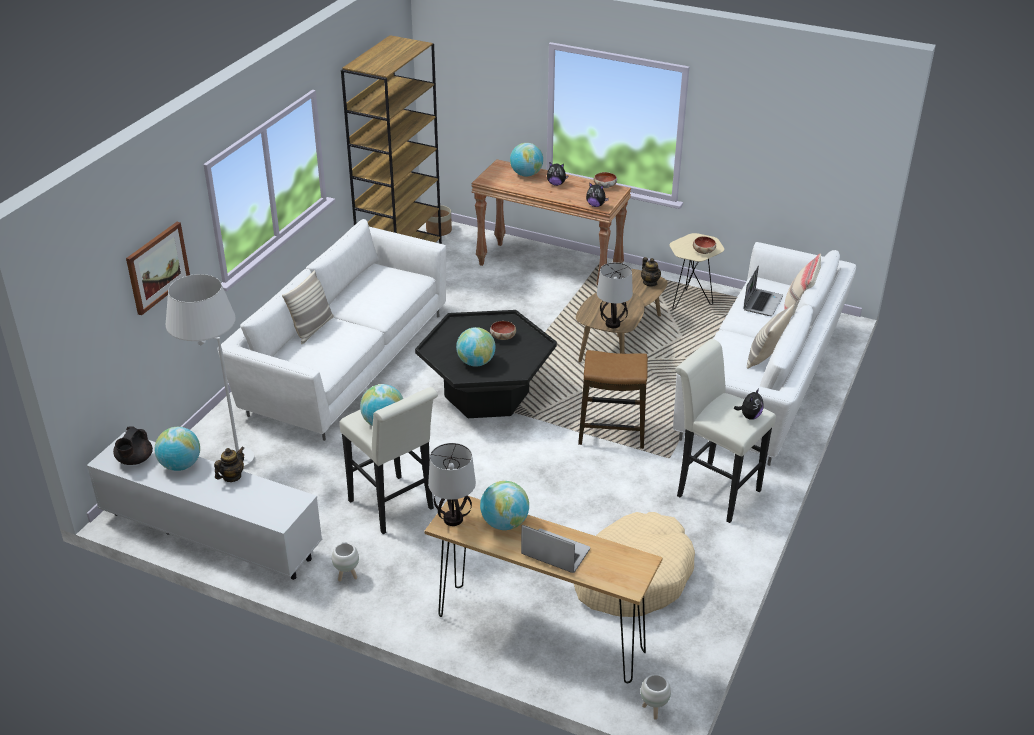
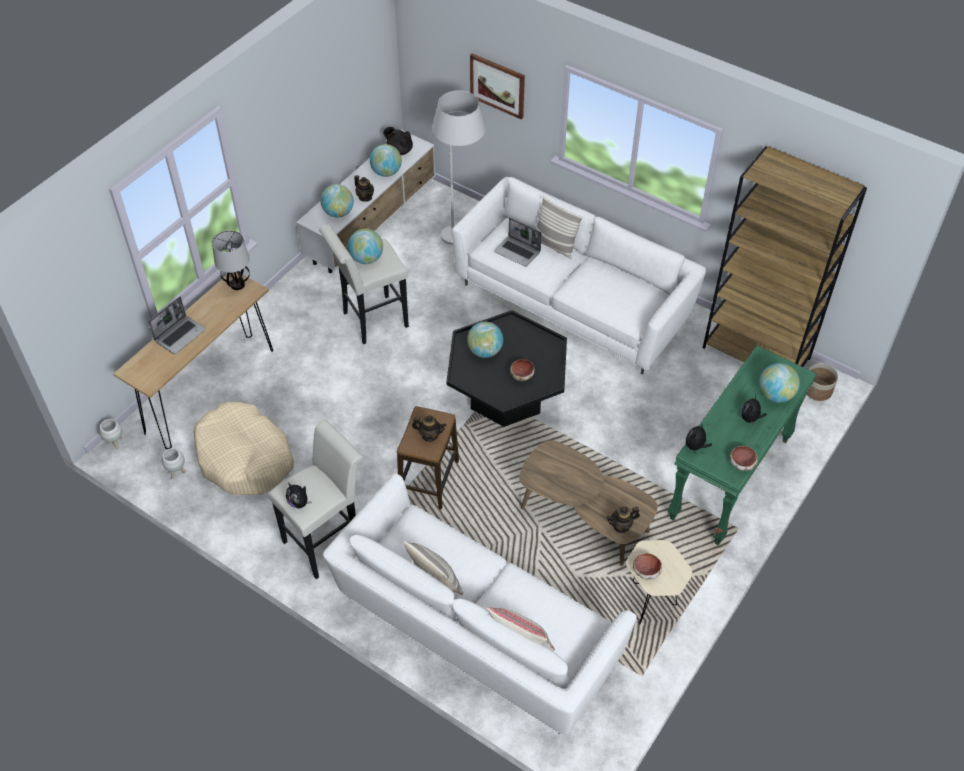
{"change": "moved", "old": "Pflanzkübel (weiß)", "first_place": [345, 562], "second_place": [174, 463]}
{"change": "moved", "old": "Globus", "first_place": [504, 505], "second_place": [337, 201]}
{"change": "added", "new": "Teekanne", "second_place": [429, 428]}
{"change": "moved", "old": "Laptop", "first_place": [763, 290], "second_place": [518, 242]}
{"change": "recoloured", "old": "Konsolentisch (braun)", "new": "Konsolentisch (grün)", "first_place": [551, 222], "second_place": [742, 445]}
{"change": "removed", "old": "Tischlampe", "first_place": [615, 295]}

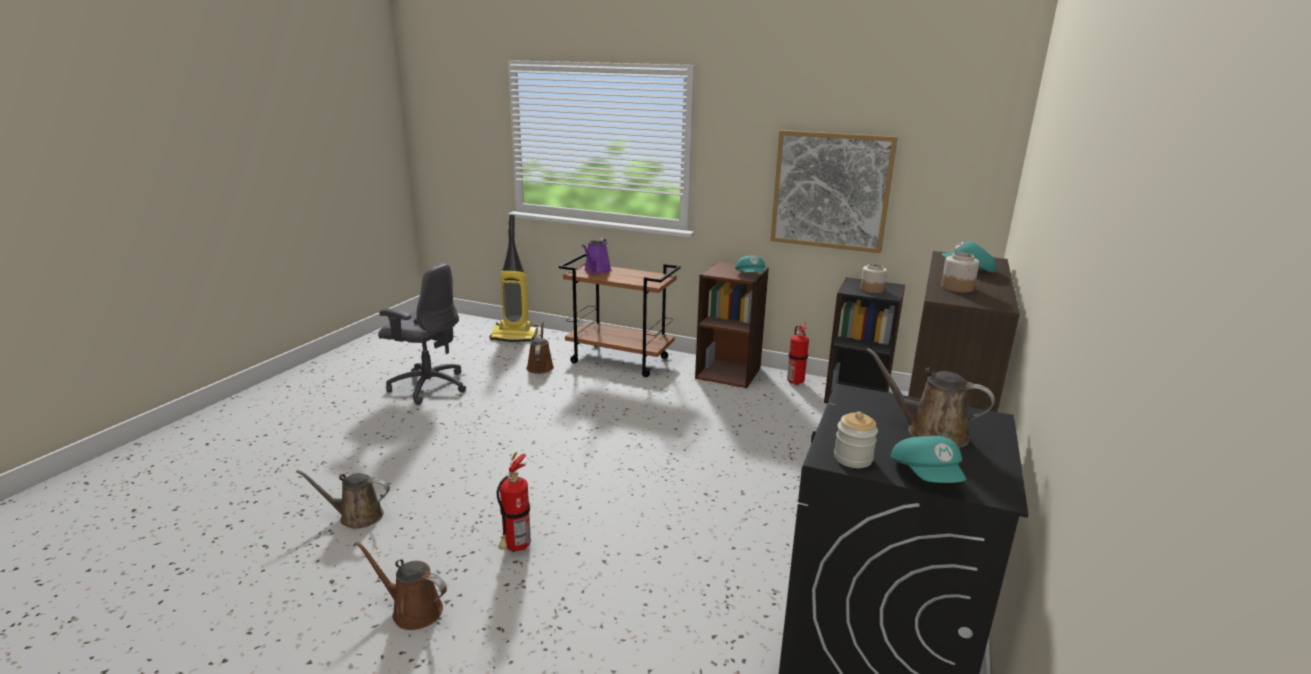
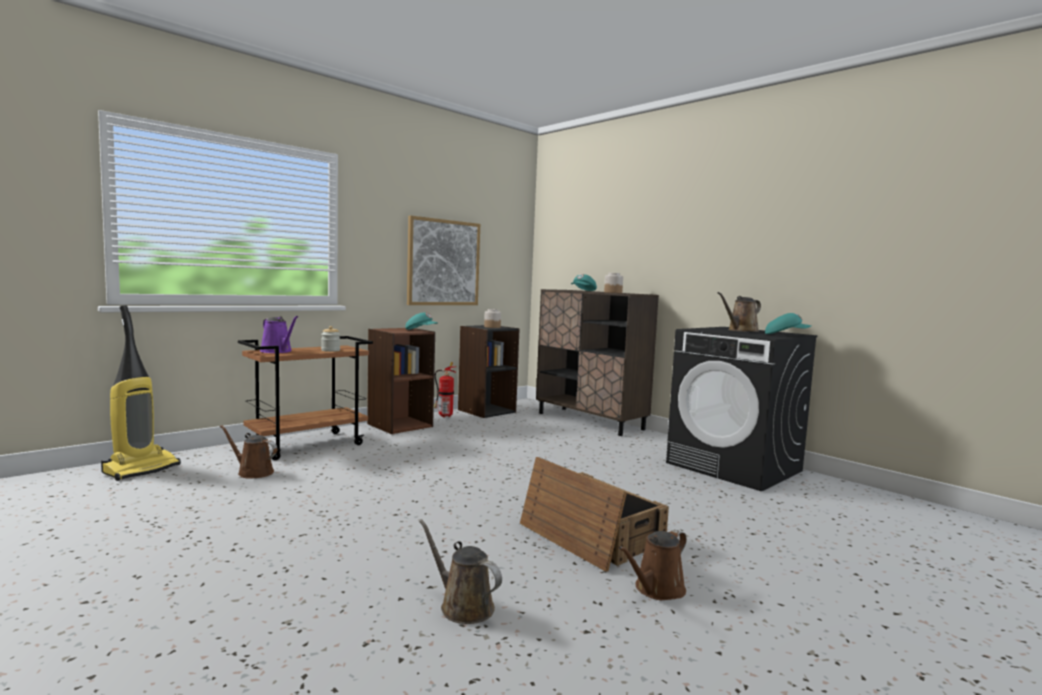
{"change": "moved", "old": "Vorratsglas", "first_place": [856, 440], "second_place": [330, 339]}
{"change": "turned", "old": "Gießkanne (braun)", "first_place": [343, 499], "second_place": [460, 571], "degrees": 105}
{"change": "replaced", "old": "Feuerlöscher", "new": "Kiste", "first_place": [514, 502], "second_place": [594, 514]}
{"change": "removed", "old": "Bürostuhl (grau)", "first_place": [422, 334]}

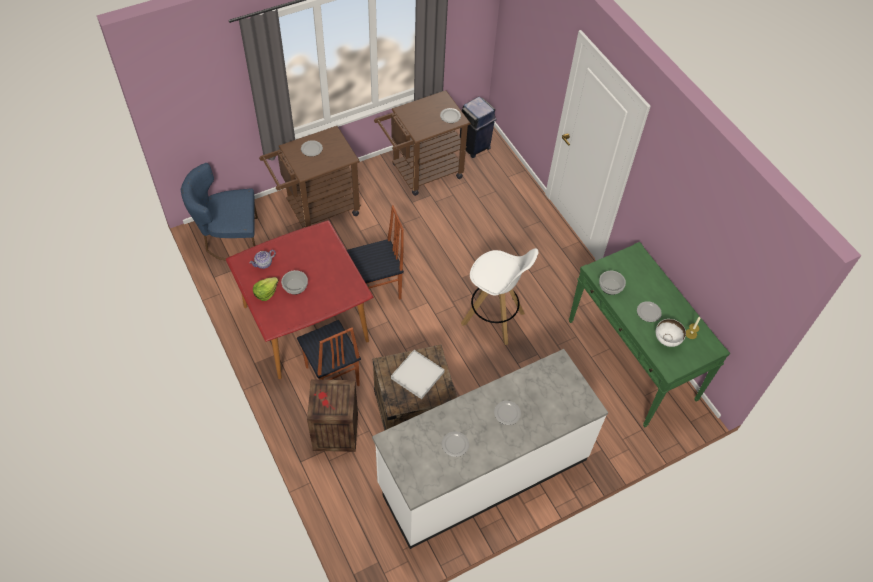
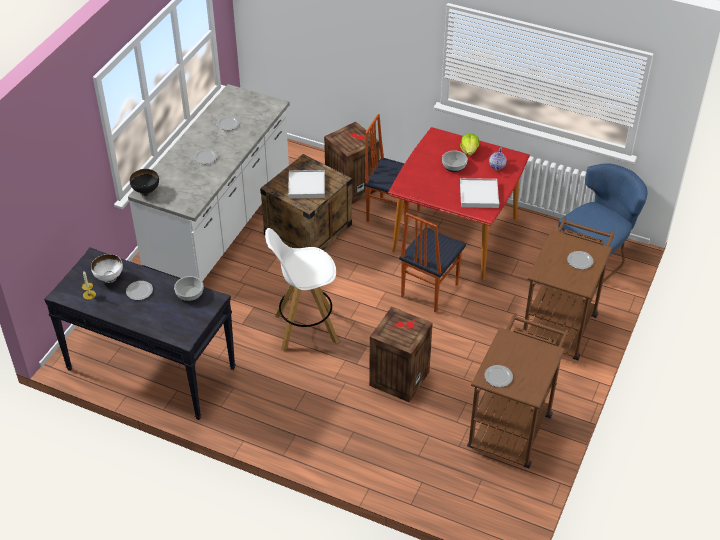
{"change": "recoloured", "old": "Konsolentisch (grün)", "new": "Konsolentisch (schwarz)", "first_place": [649, 334], "second_place": [139, 333]}
{"change": "added", "new": "Schüssel (schwarz)", "second_place": [144, 182]}
{"change": "added", "new": "Kiste", "second_place": [401, 354]}
{"change": "added", "new": "Tablett (weiß)", "second_place": [479, 193]}
{"change": "removed", "old": "Mülleimer (blau)", "first_place": [478, 127]}

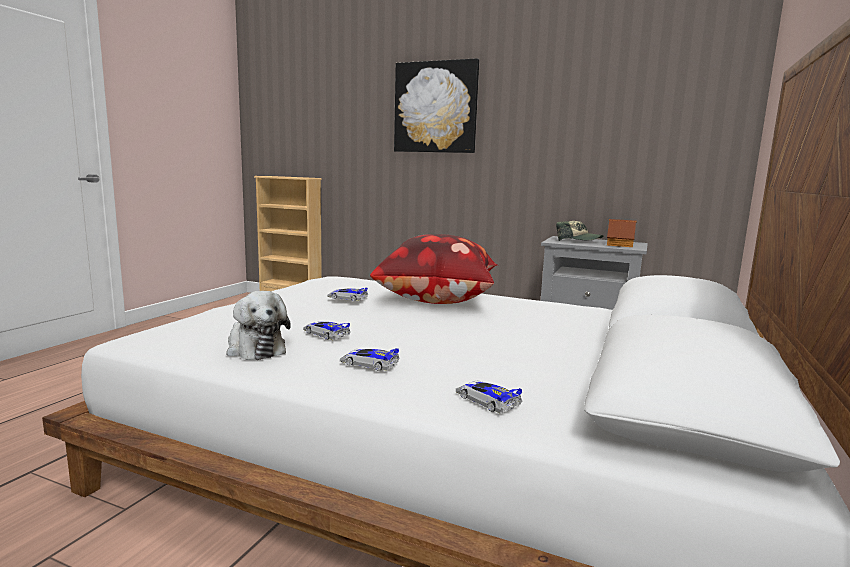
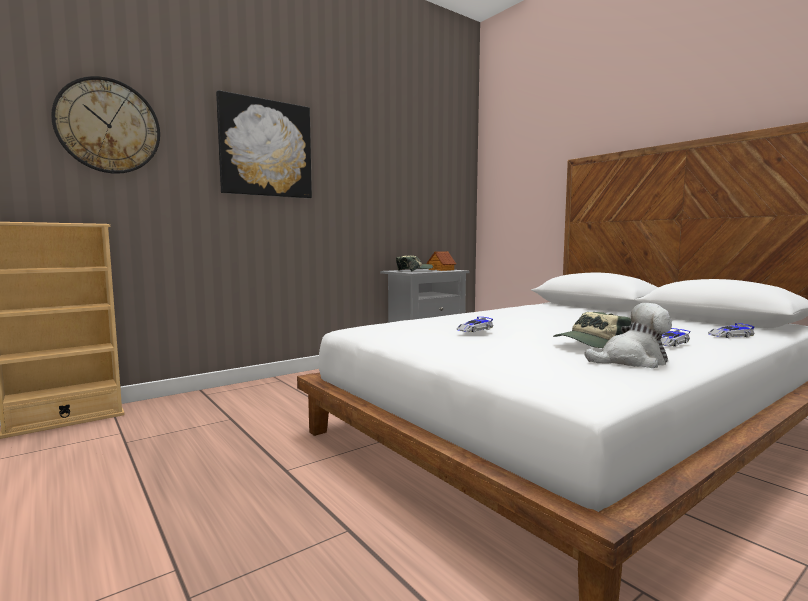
{"change": "added", "new": "Wanduhr", "second_place": [105, 125]}
{"change": "replaced", "old": "Spielzeugauto", "new": "Kappe", "first_place": [327, 330], "second_place": [592, 330]}
{"change": "removed", "old": "Kissen", "first_place": [433, 269]}

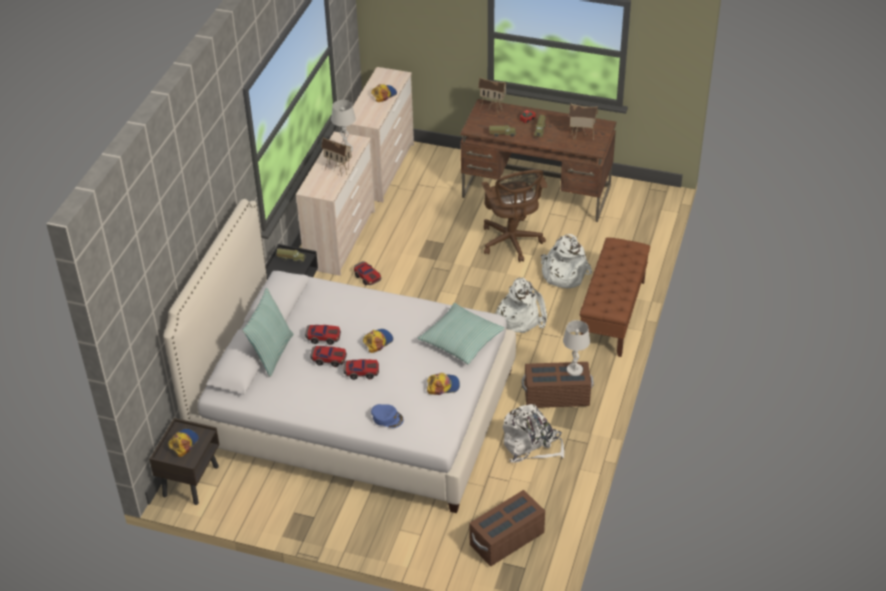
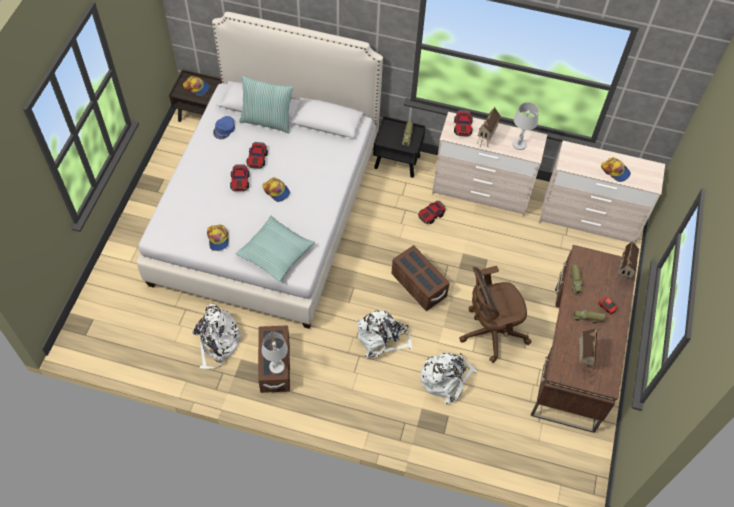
{"change": "moved", "old": "Kappe (blau)", "first_place": [387, 416], "second_place": [224, 127]}
{"change": "moved", "old": "Aufbewahrungsbox (braun)", "first_place": [507, 528], "second_place": [420, 278]}
{"change": "moved", "old": "Spielzeugauto", "first_place": [323, 335], "second_place": [463, 123]}
{"change": "removed", "old": "Bank (braun)", "first_place": [615, 297]}

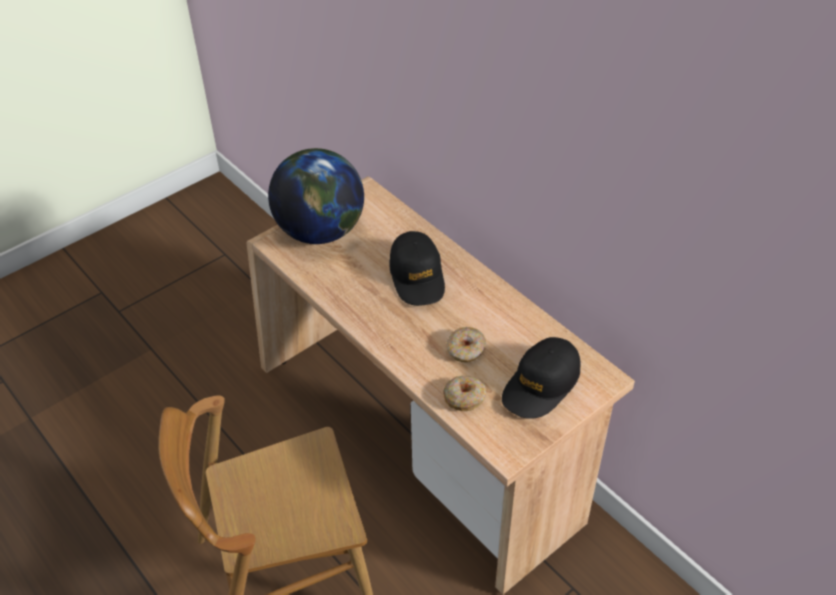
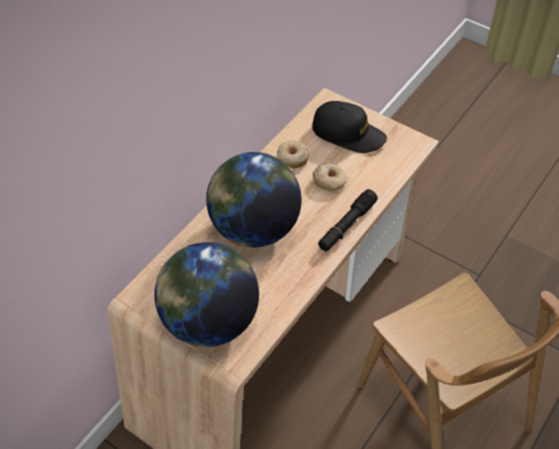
{"change": "replaced", "old": "Kappe (schwarz)", "new": "Globus", "first_place": [417, 268], "second_place": [254, 199]}
{"change": "moved", "old": "Donut", "first_place": [464, 393], "second_place": [293, 155]}
{"change": "added", "new": "Taschenlampe (schwarz)", "second_place": [348, 220]}

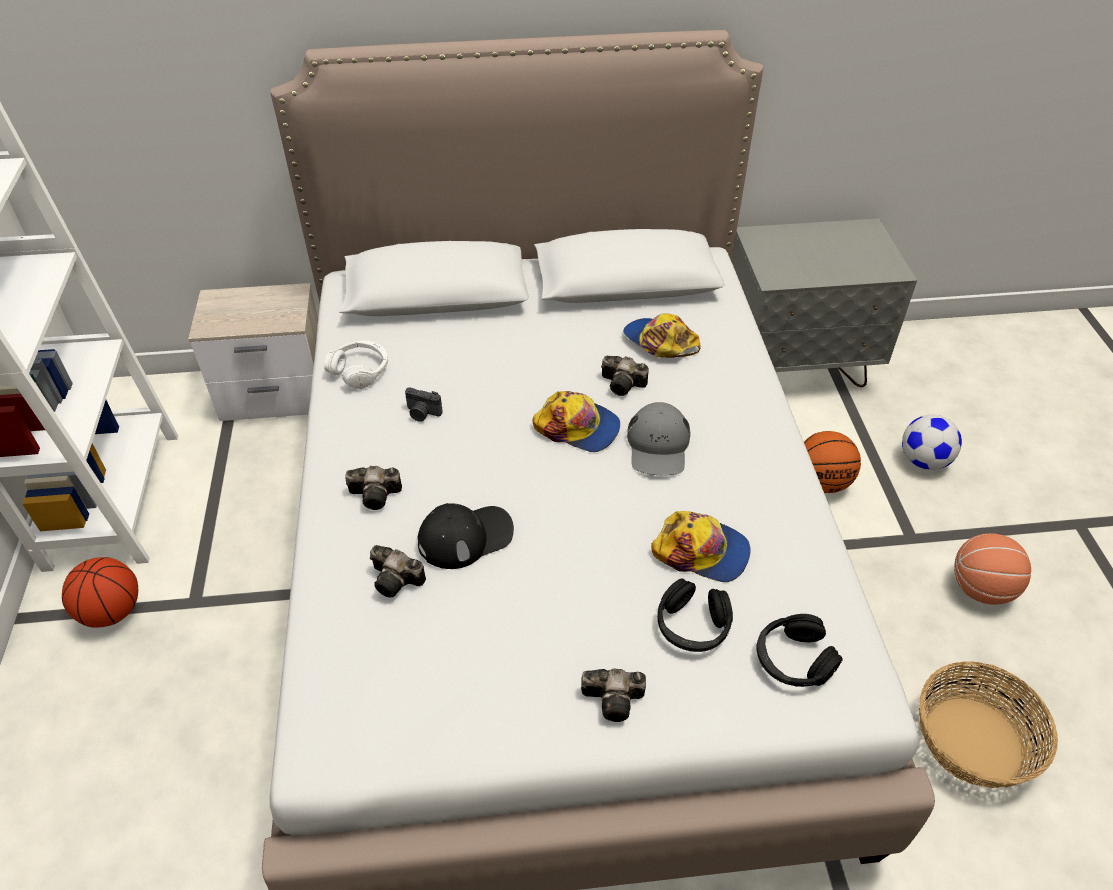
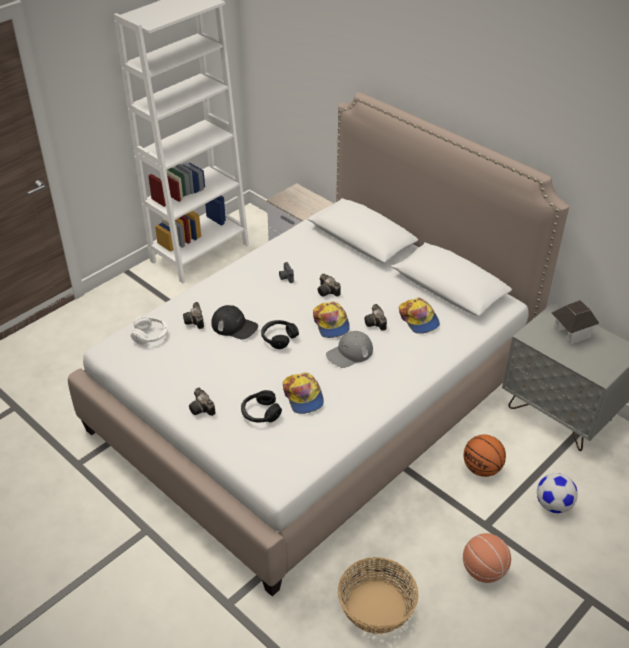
{"change": "moved", "old": "Kopfhörer (weiß)", "first_place": [356, 365], "second_place": [149, 330]}
{"change": "moved", "old": "Kopfhörer (schwarz)", "first_place": [800, 650], "second_place": [280, 334]}
{"change": "moved", "old": "Kamera", "first_place": [373, 488], "second_place": [329, 285]}
{"change": "turned", "old": "Kappe", "first_place": [662, 335], "second_place": [419, 315], "degrees": 150}
{"change": "added", "new": "Spielzeughaus", "second_place": [575, 322]}
{"change": "removed", "old": "Basketball", "first_place": [100, 592]}

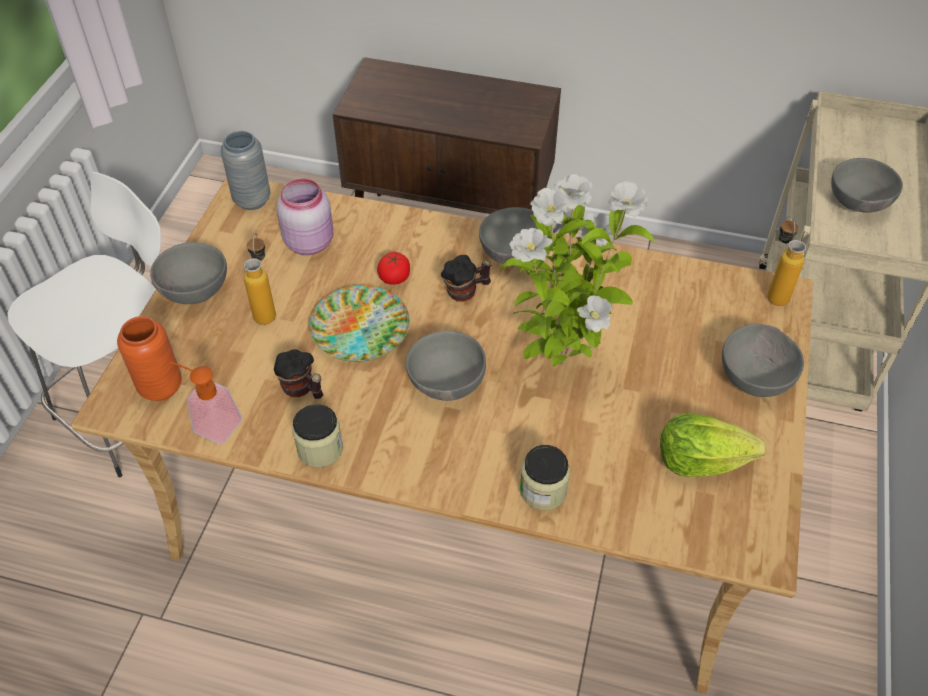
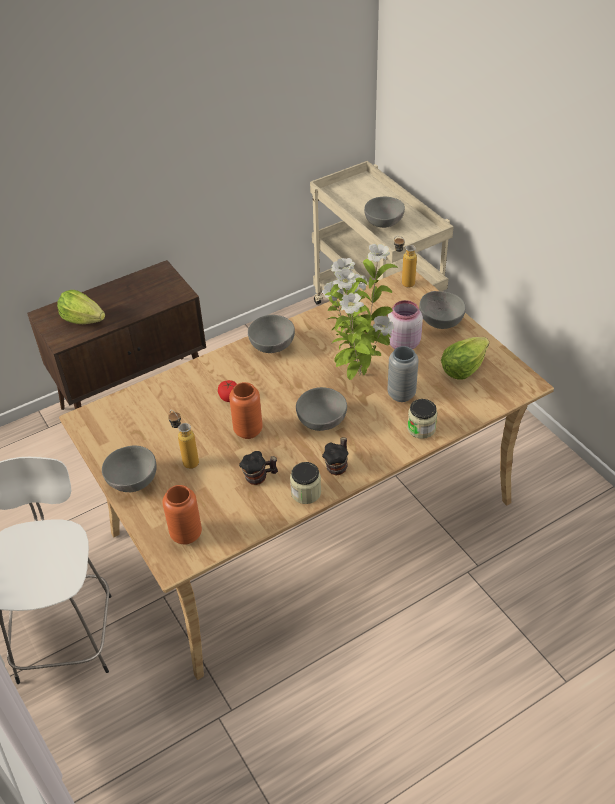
{"change": "added", "new": "Salatkopf", "second_place": [81, 307]}
{"change": "replaced", "old": "Teller", "new": "Vase (orange)", "first_place": [359, 323], "second_place": [246, 410]}
{"change": "moved", "old": "Henkelbecher", "first_place": [466, 278], "second_place": [335, 456]}
{"change": "moved", "old": "Vorratsglas (rosa)", "first_place": [305, 217], "second_place": [405, 324]}
{"change": "moved", "old": "Vase (grau)", "first_place": [245, 170], "second_place": [403, 374]}
{"change": "removed", "old": "Seifenspender", "first_place": [206, 403]}

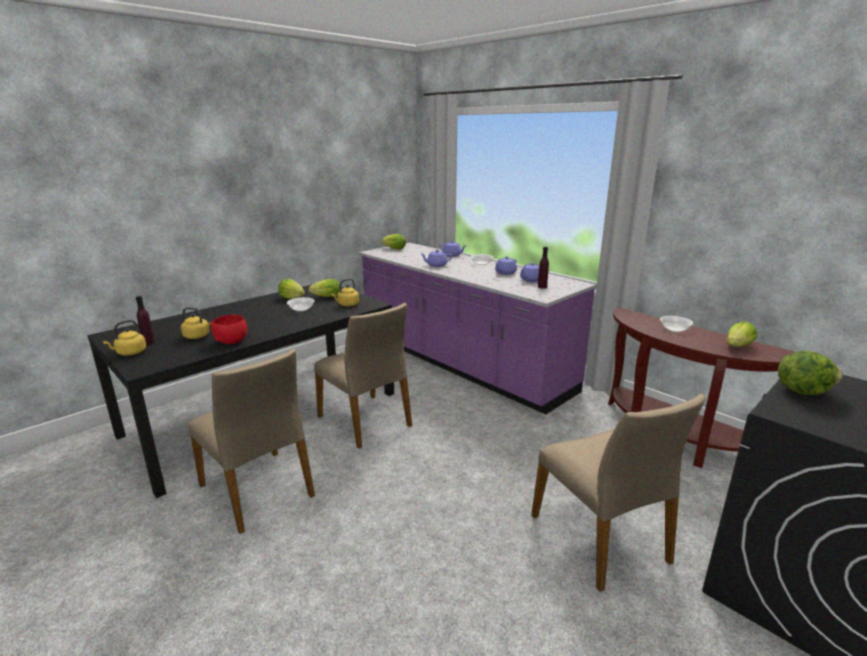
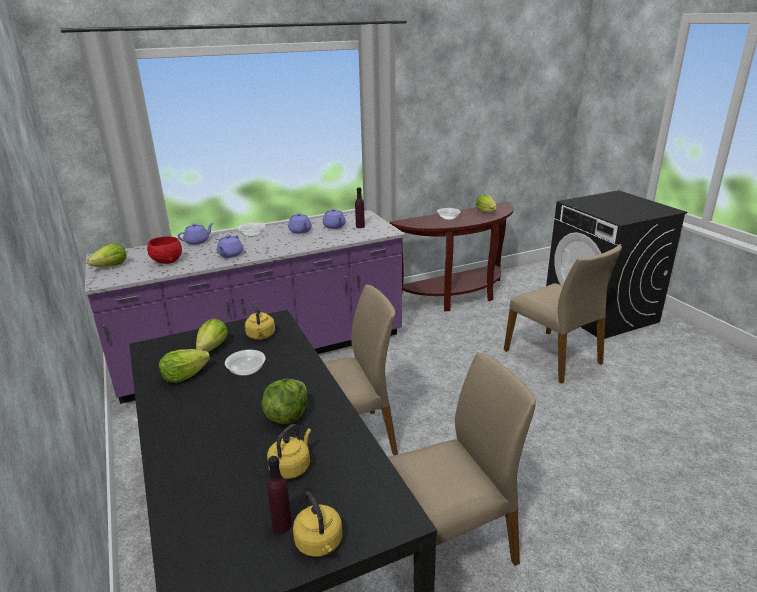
{"change": "moved", "old": "Schüssel (rot)", "first_place": [229, 329], "second_place": [164, 250]}
{"change": "moved", "old": "Salatkopf", "first_place": [810, 373], "second_place": [284, 401]}
{"change": "turned", "old": "Stuhl (beige)", "first_place": [618, 493], "second_place": [563, 314], "degrees": 60}

